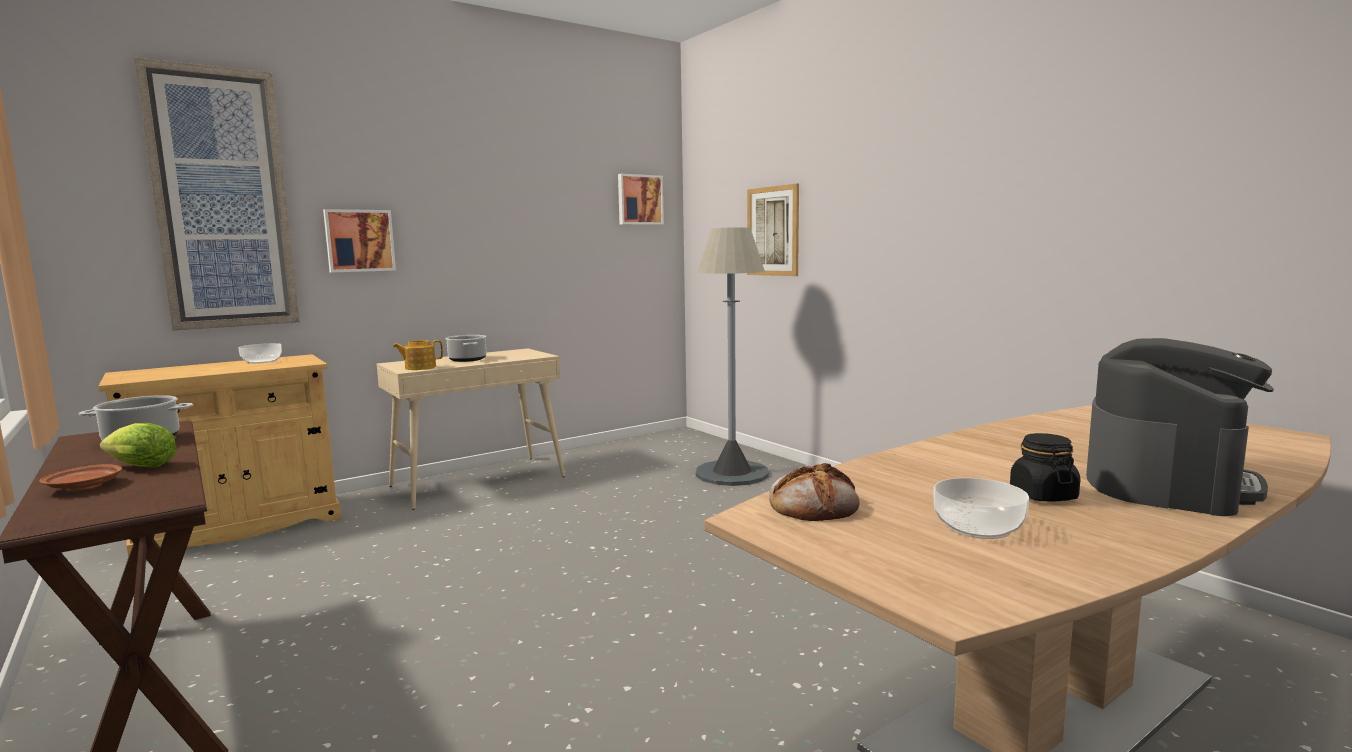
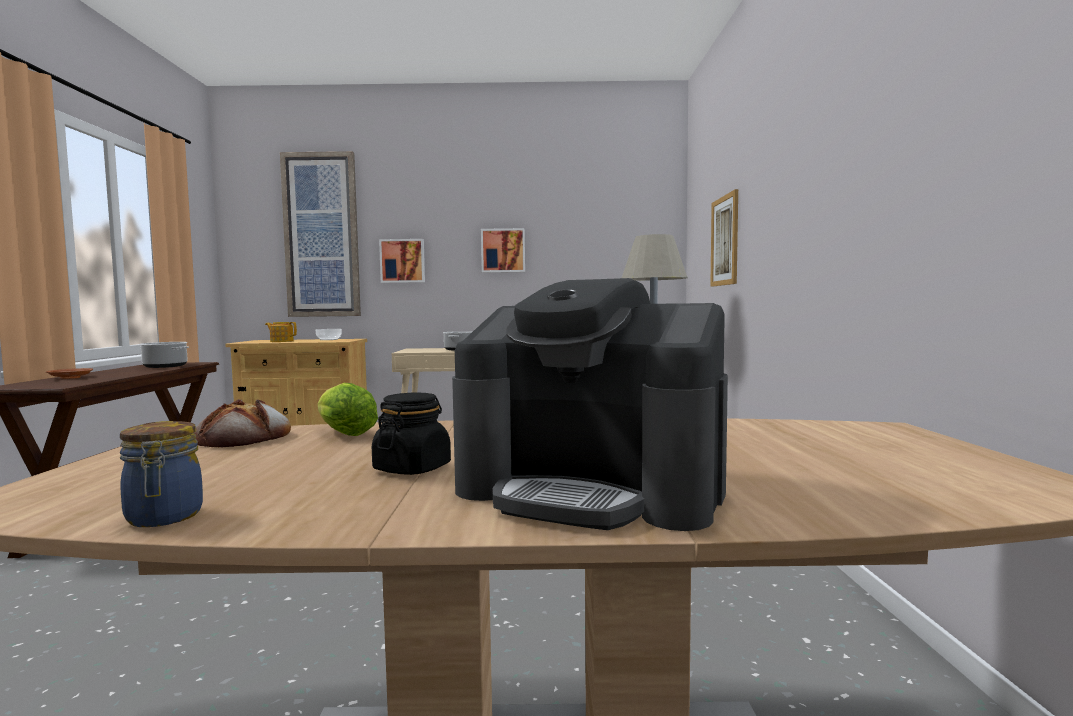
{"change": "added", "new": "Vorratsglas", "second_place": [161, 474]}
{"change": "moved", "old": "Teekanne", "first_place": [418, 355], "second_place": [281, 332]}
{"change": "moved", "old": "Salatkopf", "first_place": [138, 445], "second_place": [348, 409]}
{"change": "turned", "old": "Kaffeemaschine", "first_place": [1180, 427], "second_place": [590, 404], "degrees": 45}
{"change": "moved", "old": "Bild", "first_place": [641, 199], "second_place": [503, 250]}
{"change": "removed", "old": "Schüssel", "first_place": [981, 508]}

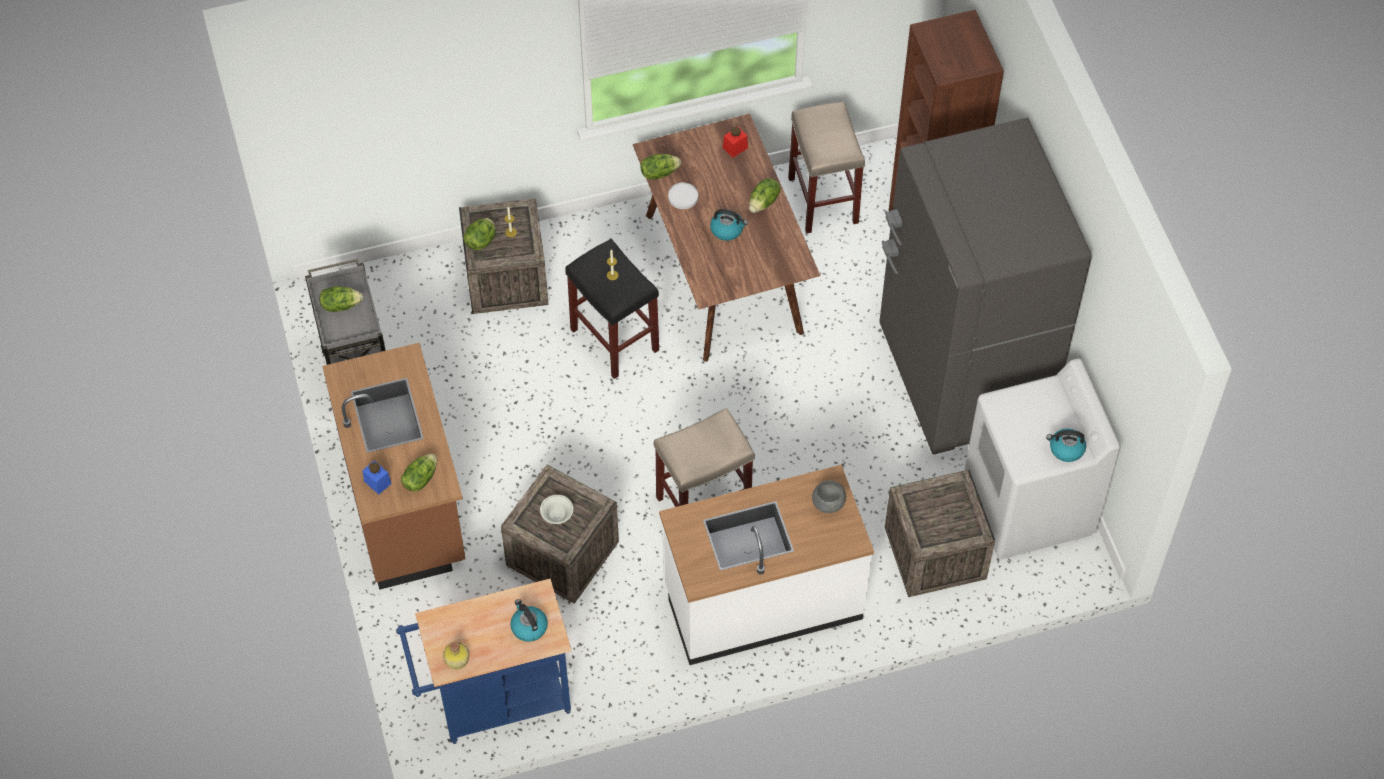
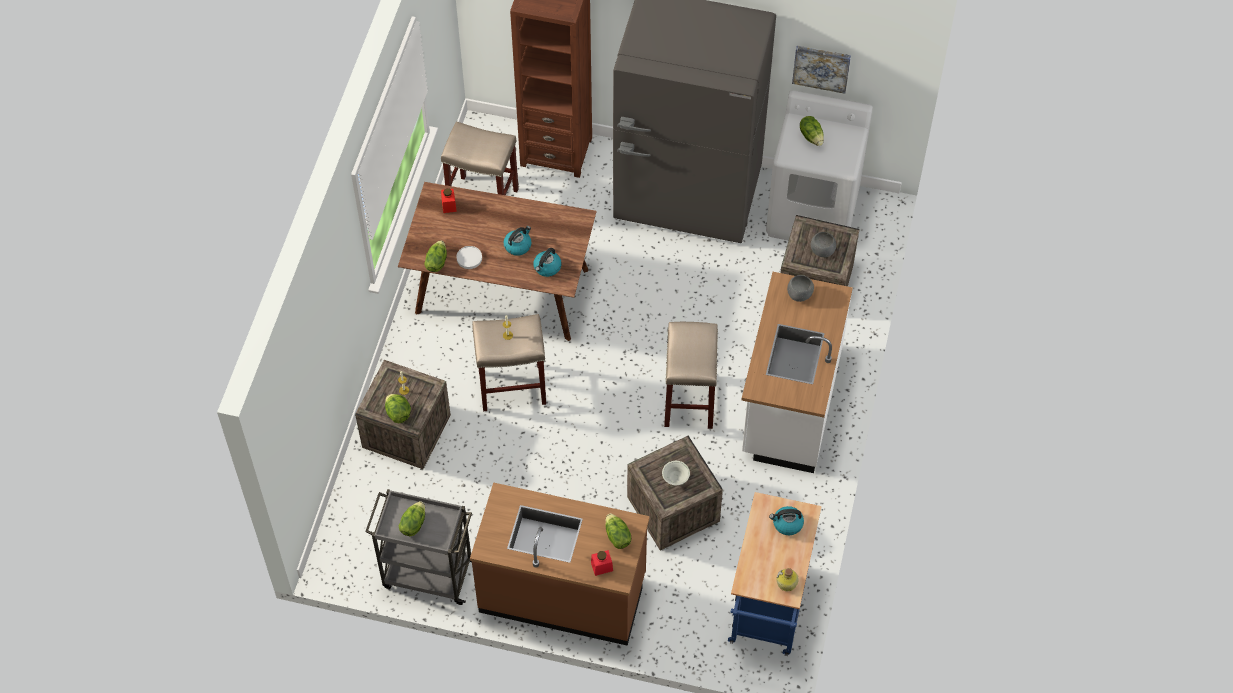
{"change": "recoloured", "old": "Hocker (schwarz)", "new": "Hocker (beige)", "first_place": [612, 309], "second_place": [509, 362]}
{"change": "moved", "old": "Wasserkessel", "first_place": [1066, 445], "second_place": [547, 262]}
{"change": "recoloured", "old": "Vorratsglas (blau)", "new": "Vorratsglas (rot)", "first_place": [377, 477], "second_place": [602, 563]}
{"change": "added", "new": "Bild", "second_place": [821, 69]}
{"change": "moved", "old": "Salatkopf", "first_place": [764, 195], "second_place": [812, 131]}
{"change": "added", "new": "Schüssel (grau)", "second_place": [823, 244]}

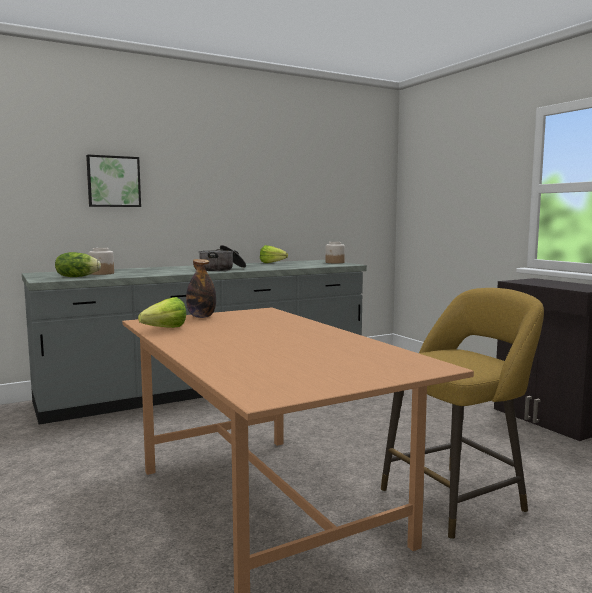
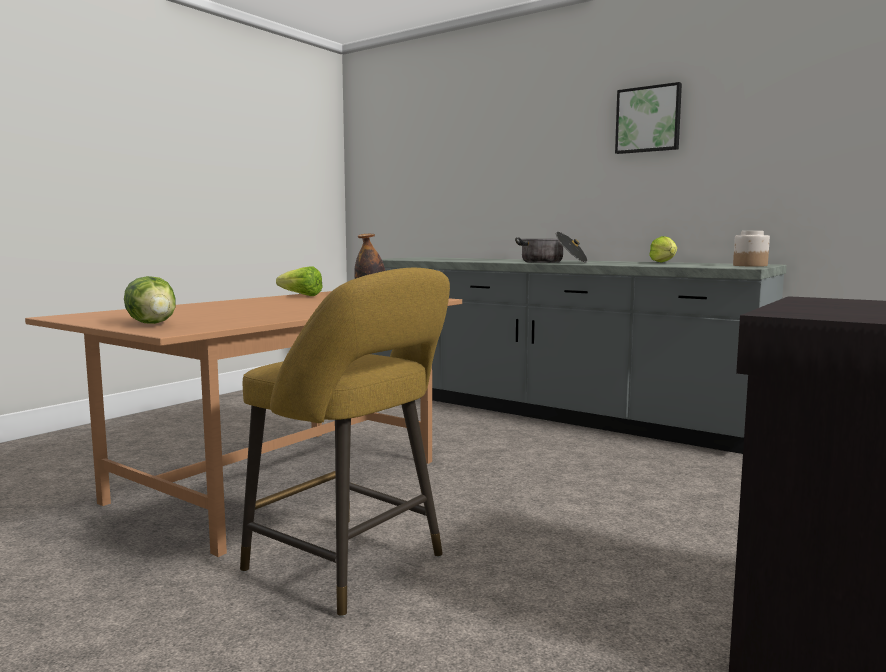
{"change": "moved", "old": "Salatkopf", "first_place": [78, 264], "second_place": [150, 300]}
{"change": "moved", "old": "Bild", "first_place": [113, 180], "second_place": [648, 118]}
{"change": "removed", "old": "Vorratsglas", "first_place": [101, 261]}

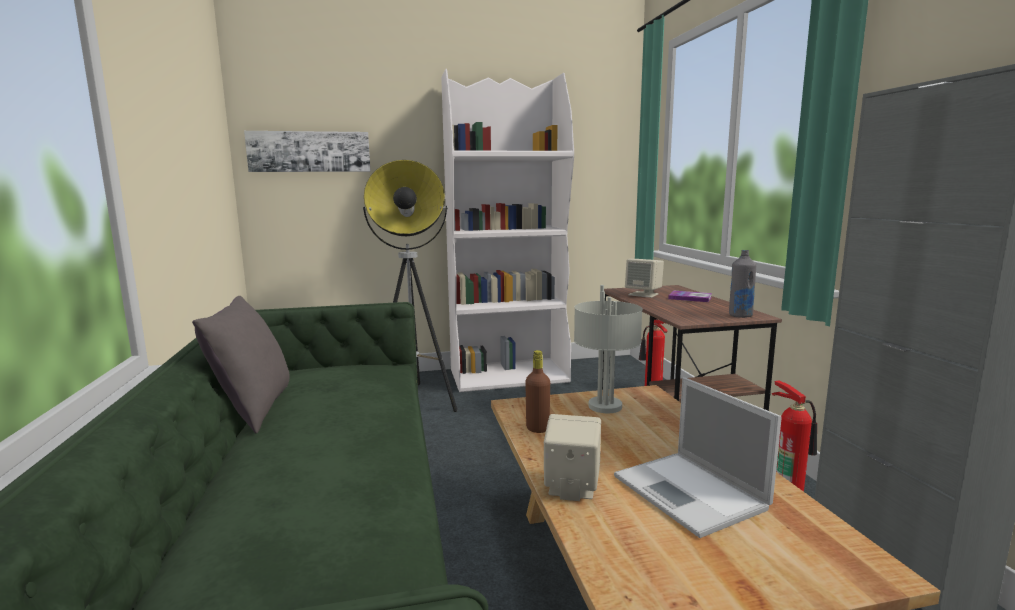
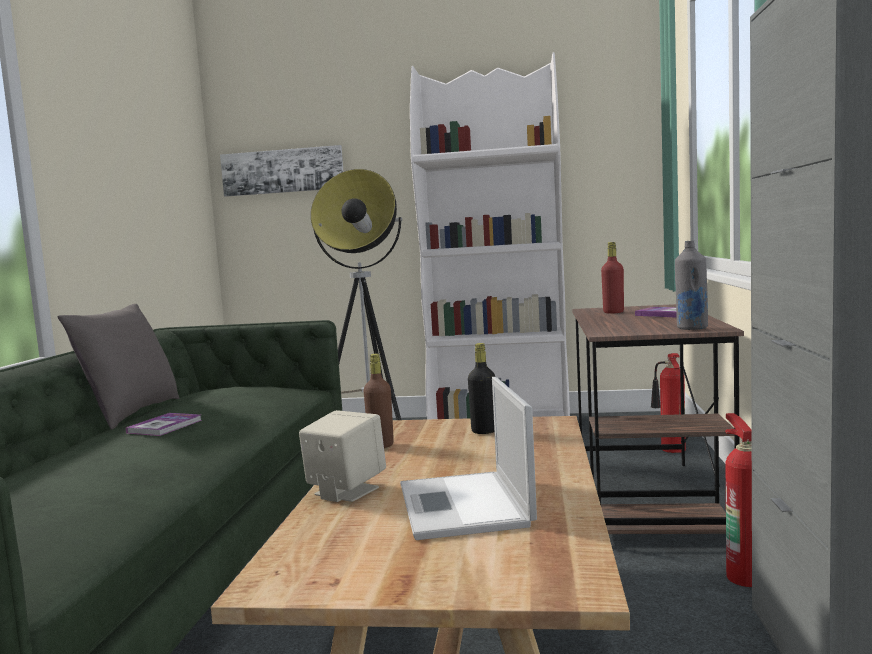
{"change": "added", "new": "Buch", "second_place": [164, 424]}
{"change": "replaced", "old": "Tischlampe (grau)", "new": "Flasche (schwarz)", "first_place": [608, 349], "second_place": [481, 388]}
{"change": "replaced", "old": "Lautsprecher (beige)", "new": "Flasche (rot)", "first_place": [644, 278], "second_place": [612, 278]}

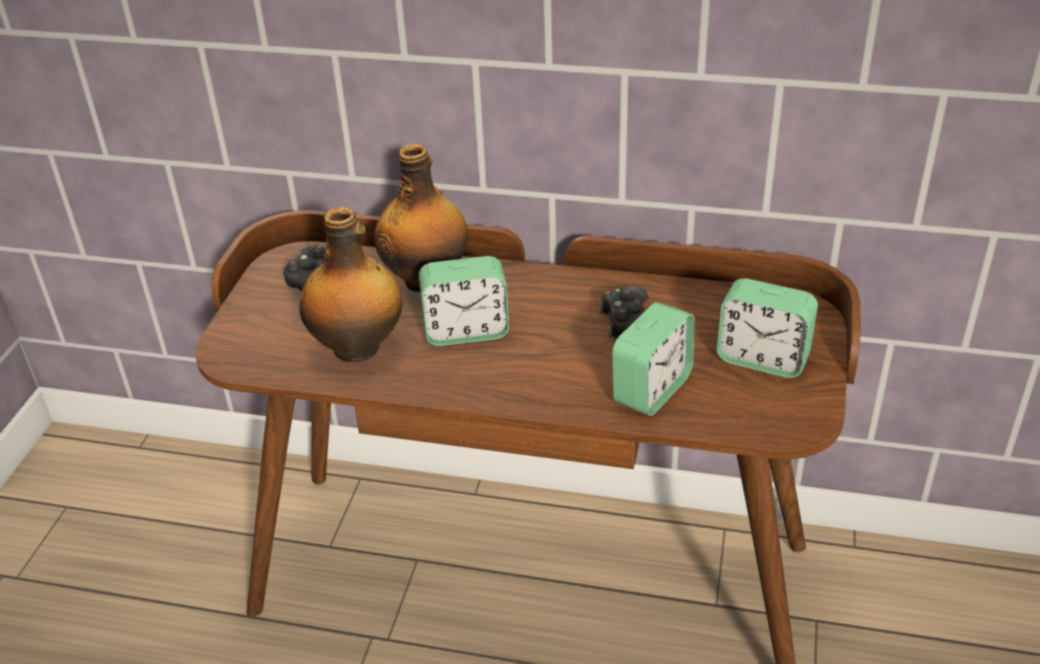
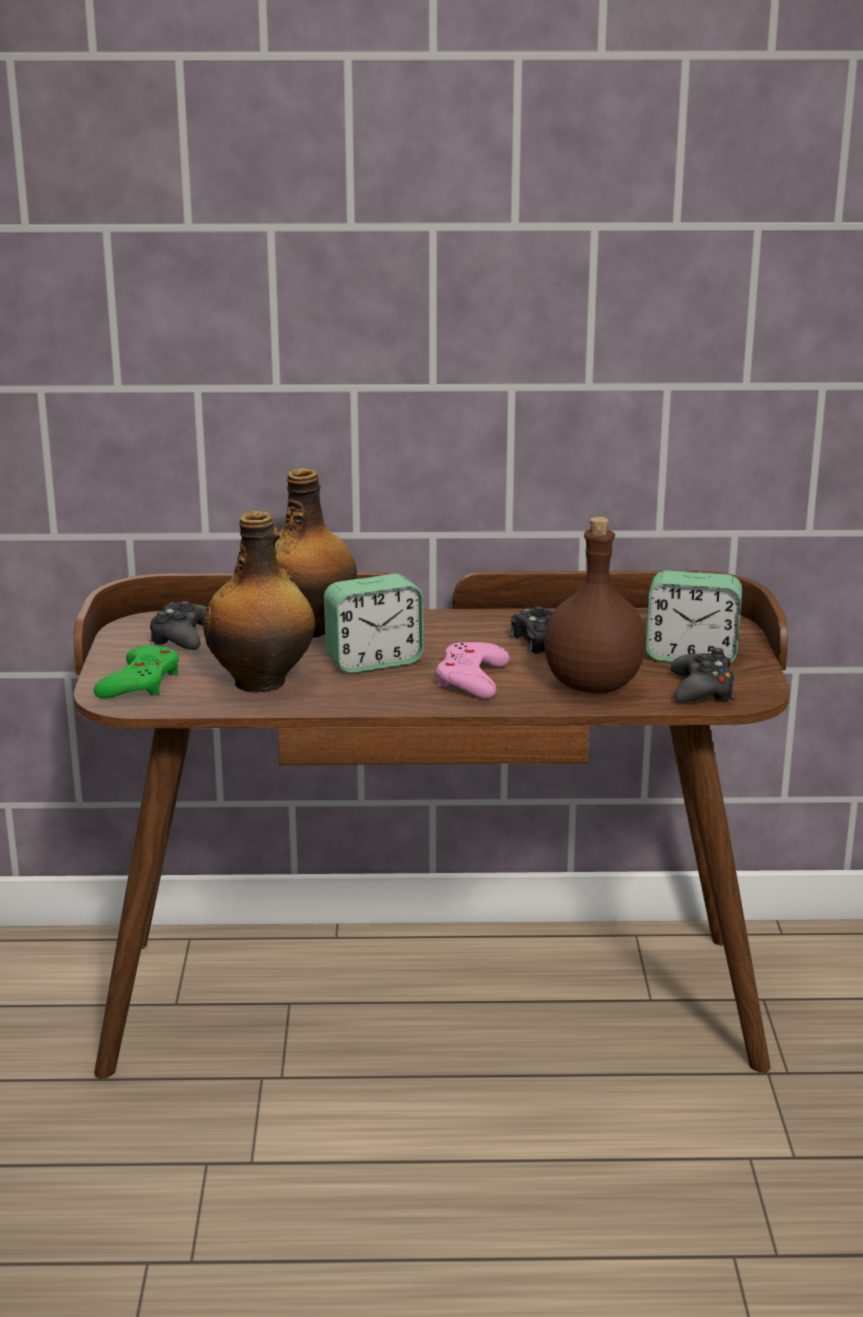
{"change": "added", "new": "Gamepad (grün)", "second_place": [136, 672]}
{"change": "added", "new": "Gamepad (rosa)", "second_place": [473, 670]}
{"change": "replaced", "old": "Wecker", "new": "Flasche (braun)", "first_place": [653, 359], "second_place": [595, 605]}
{"change": "added", "new": "Gamepad (schwarz)", "second_place": [703, 675]}

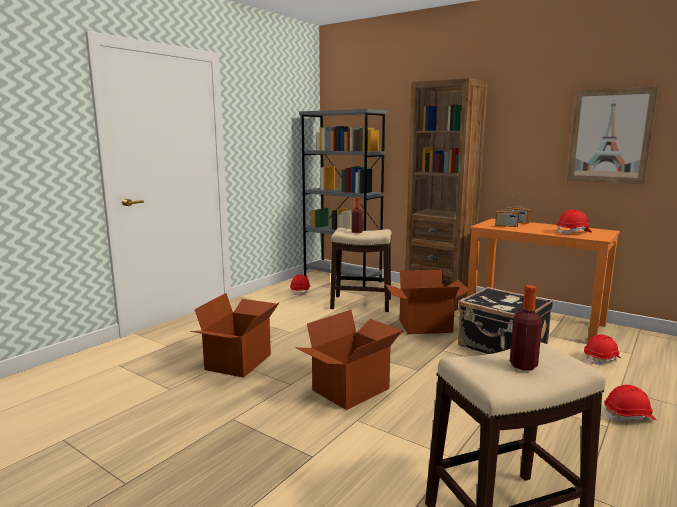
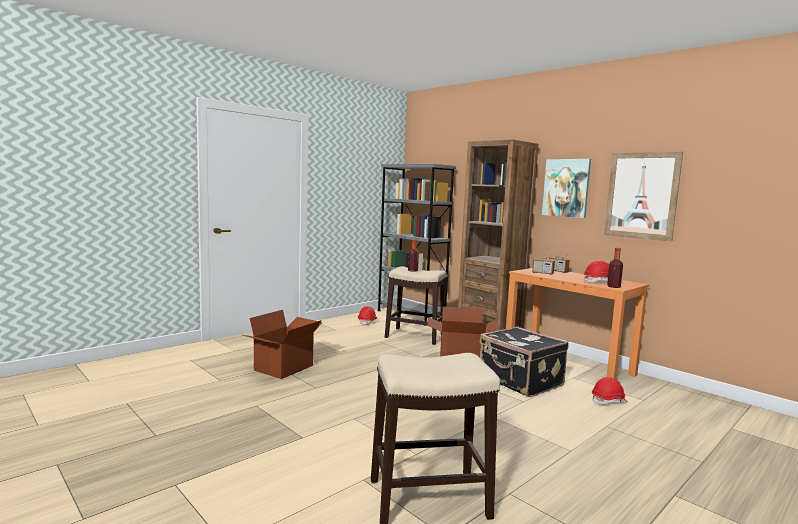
{"change": "added", "new": "Bild", "second_place": [566, 188]}
{"change": "moved", "old": "Flasche", "first_place": [526, 327], "second_place": [615, 268]}
{"change": "removed", "old": "Karton", "first_place": [349, 360]}
{"change": "removed", "old": "Schutzhelm (rot)", "first_place": [630, 403]}

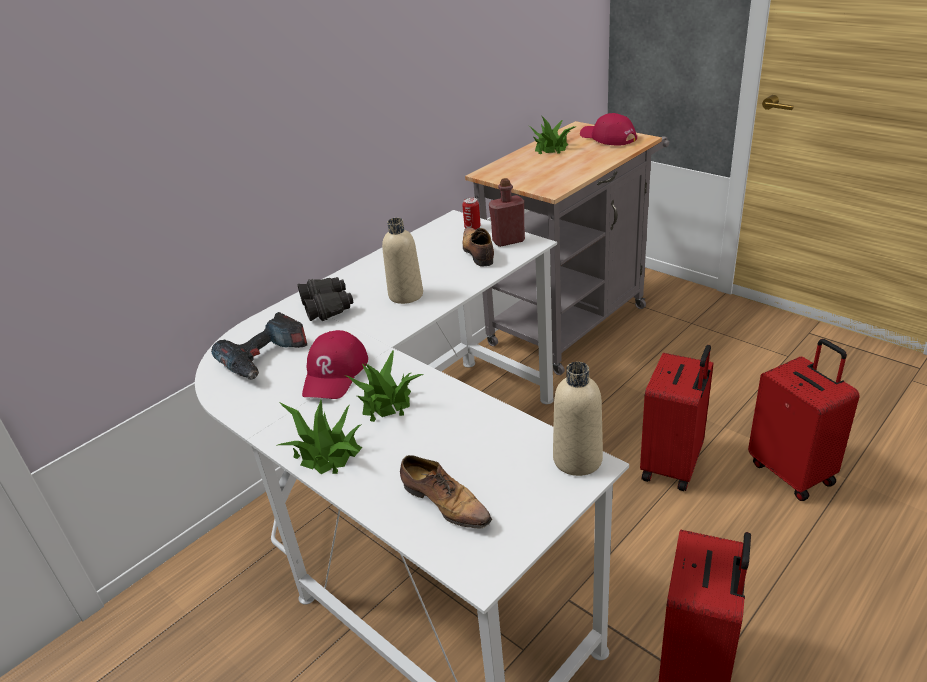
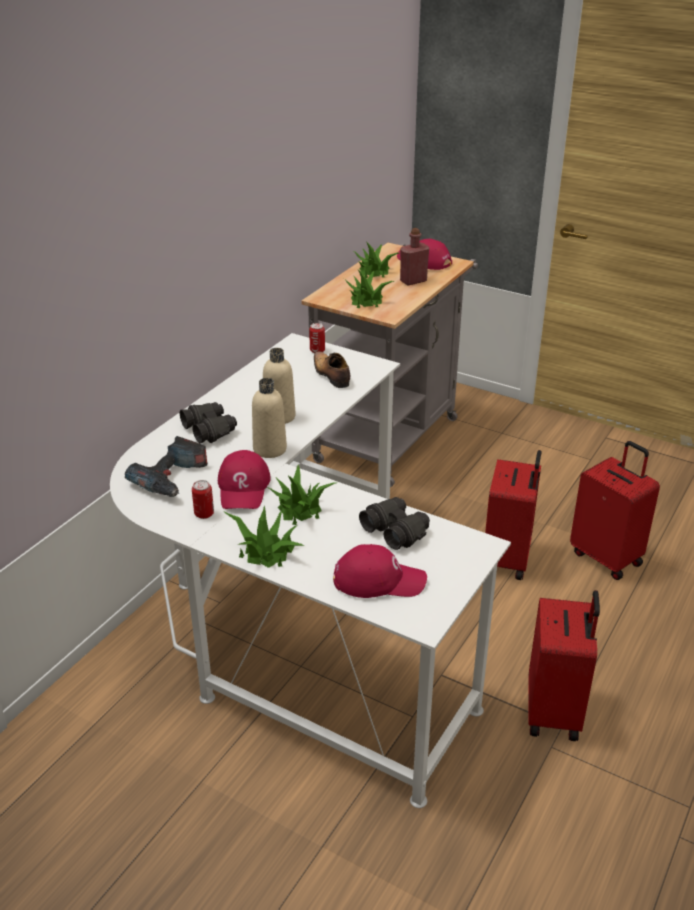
{"change": "added", "new": "Dose", "second_place": [203, 499]}
{"change": "moved", "old": "Flasche (beige)", "first_place": [578, 419], "second_place": [269, 418]}
{"change": "replaced", "old": "Schuh", "new": "Kappe (rot)", "first_place": [446, 491], "second_place": [380, 571]}
{"change": "added", "new": "Topfpflanze", "second_place": [369, 289]}
{"change": "added", "new": "Fernglas (schwarz)", "second_place": [394, 523]}
{"change": "moved", "old": "Flasche (rot)", "first_place": [507, 212], "second_place": [414, 257]}

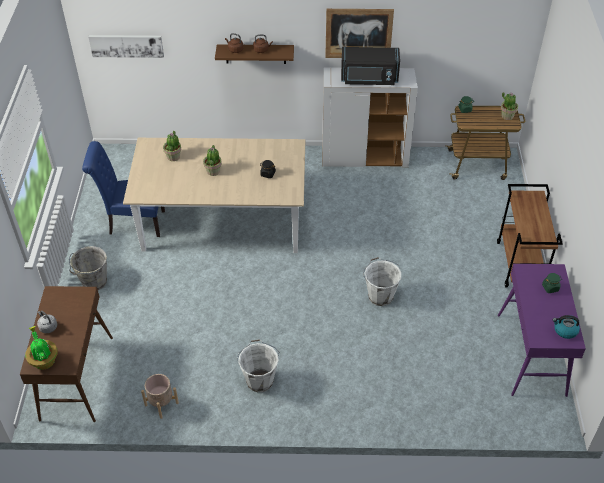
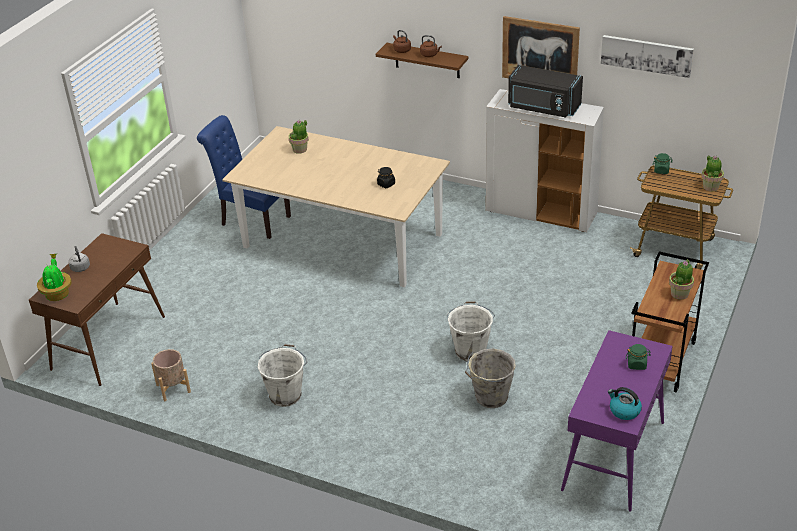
{"change": "moved", "old": "Eimer (grau)", "first_place": [88, 268], "second_place": [490, 378]}
{"change": "moved", "old": "Bild", "first_place": [126, 46], "second_place": [647, 56]}
{"change": "moved", "old": "Topfpflanze", "first_place": [212, 160], "second_place": [681, 279]}

